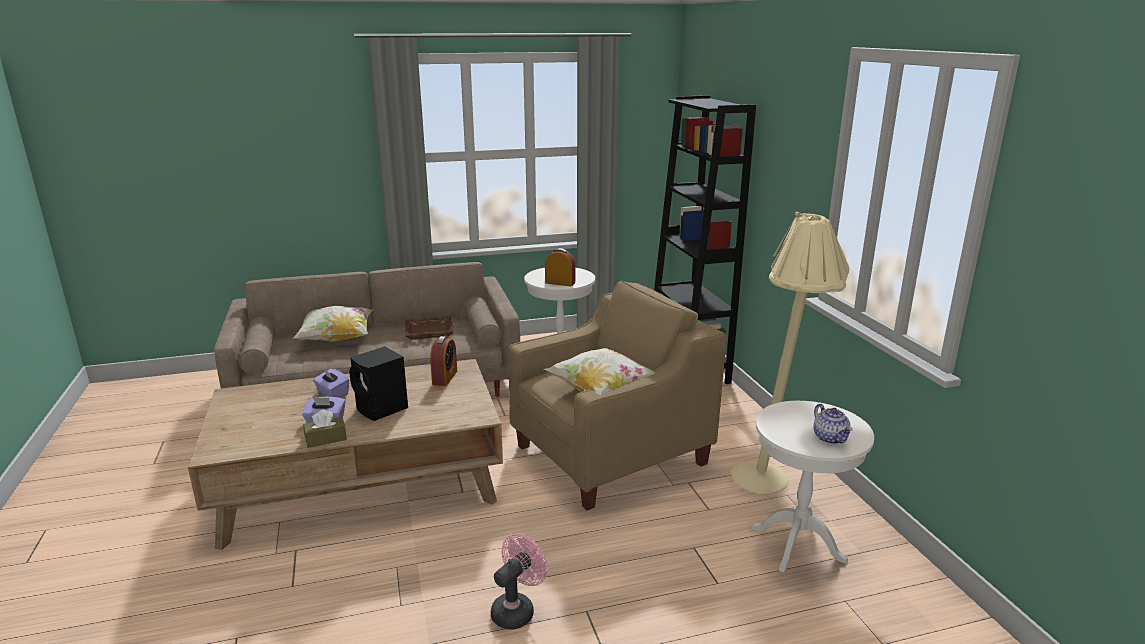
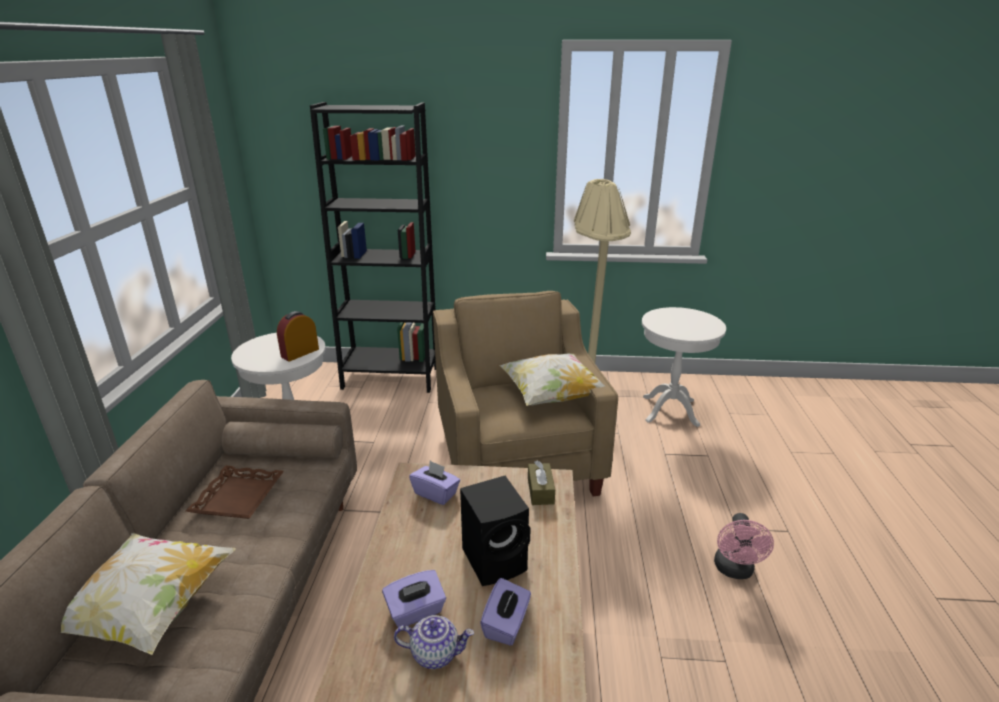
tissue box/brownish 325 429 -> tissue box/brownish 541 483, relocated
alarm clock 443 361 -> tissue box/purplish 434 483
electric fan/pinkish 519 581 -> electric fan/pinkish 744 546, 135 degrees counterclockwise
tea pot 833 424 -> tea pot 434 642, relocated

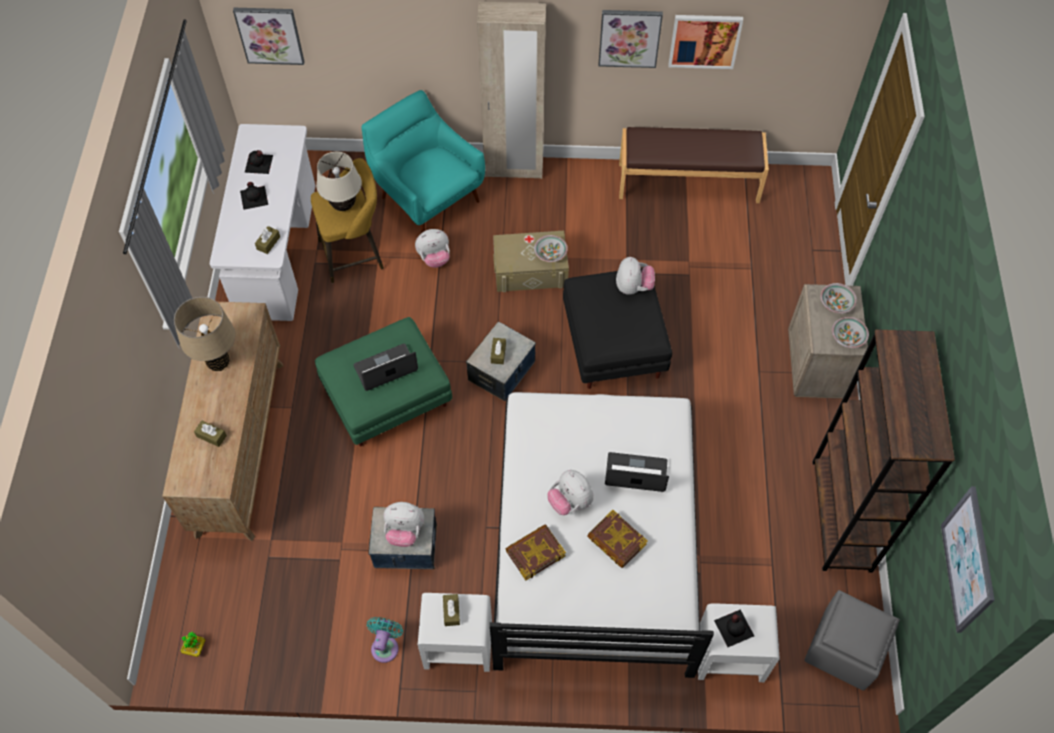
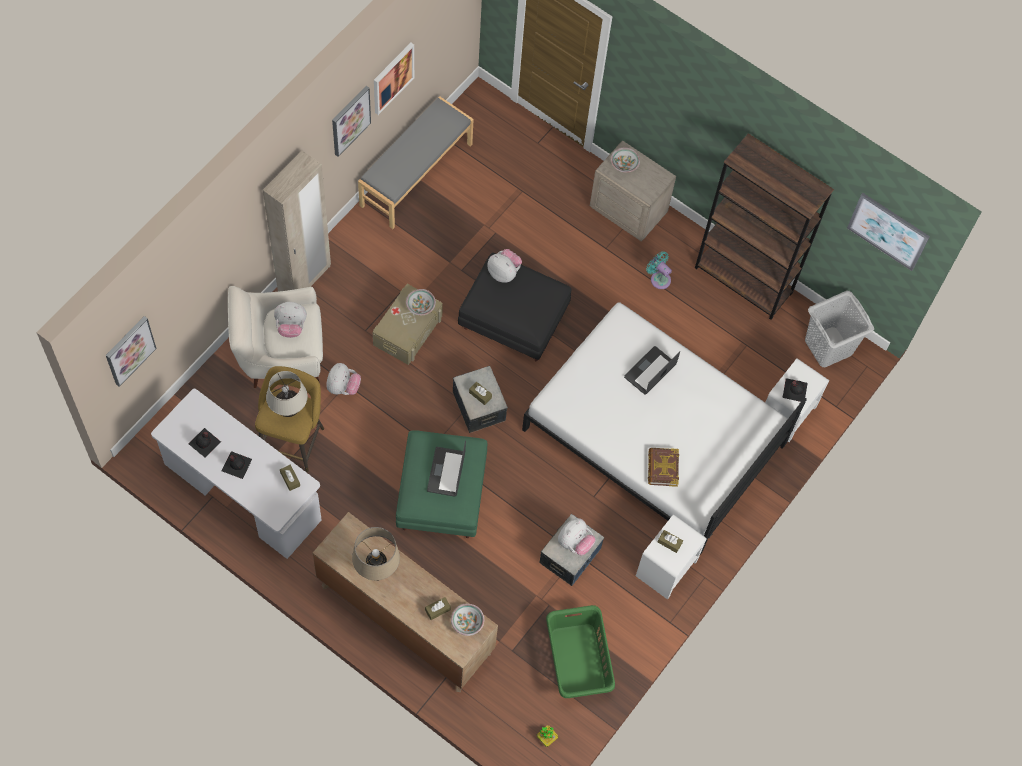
lounge chair/turquoise 423 161 -> lounge chair/white-coloured 275 337
electric fan/turquoise 385 640 -> electric fan/turquoise 659 270, relocated
plush toy 570 492 -> plush toy 290 320, relocated
bound book 617 539 -> none
indoor bench/brownish 694 165 -> indoor bench/greyish 416 162
ottoman/greyish 852 640 -> washing basket/greyish 839 329
deep dish 850 332 -> deep dish 467 620, relocated
none -> washing basket/green-coloured 580 651

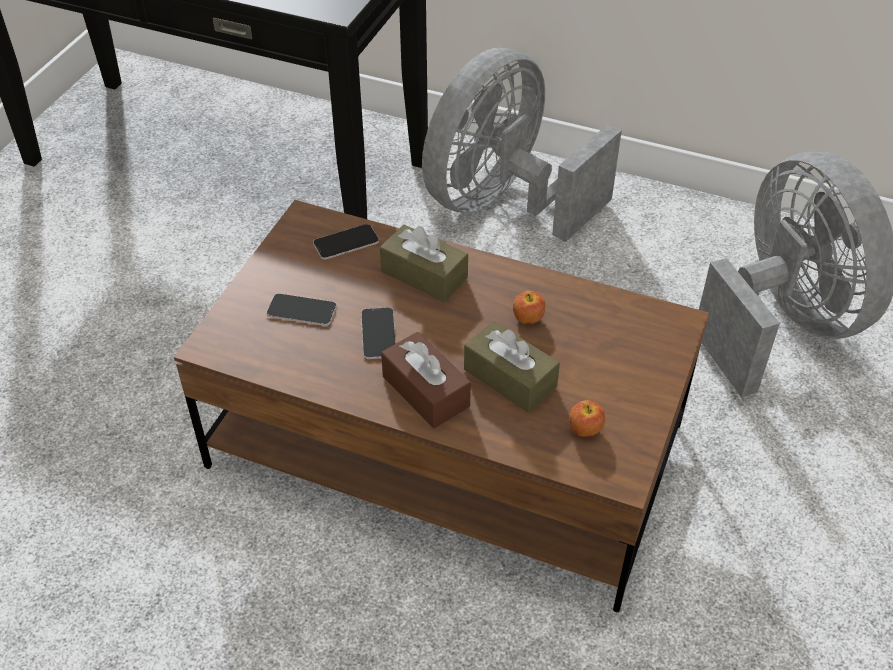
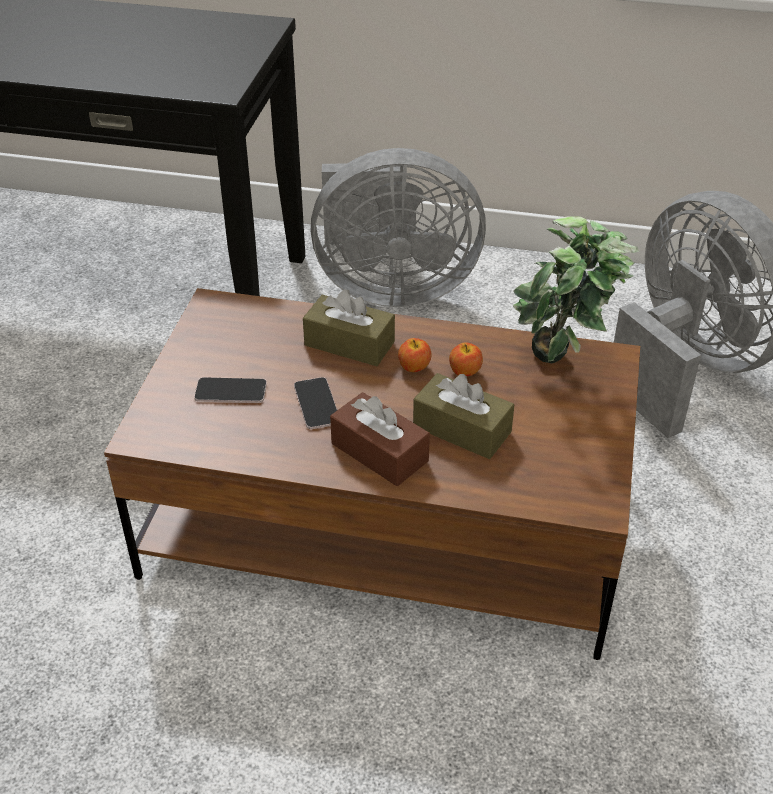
telephone 346 242 -> none
electric fan/greyish 522 145 -> electric fan/greyish 398 227, 120 degrees counterclockwise
apple 587 418 -> apple 414 355, relocated
none -> houseplant 576 289

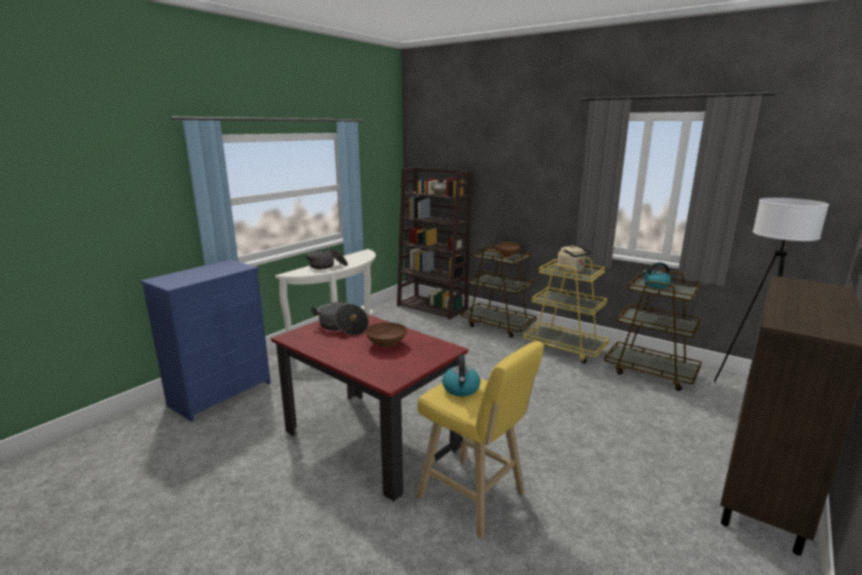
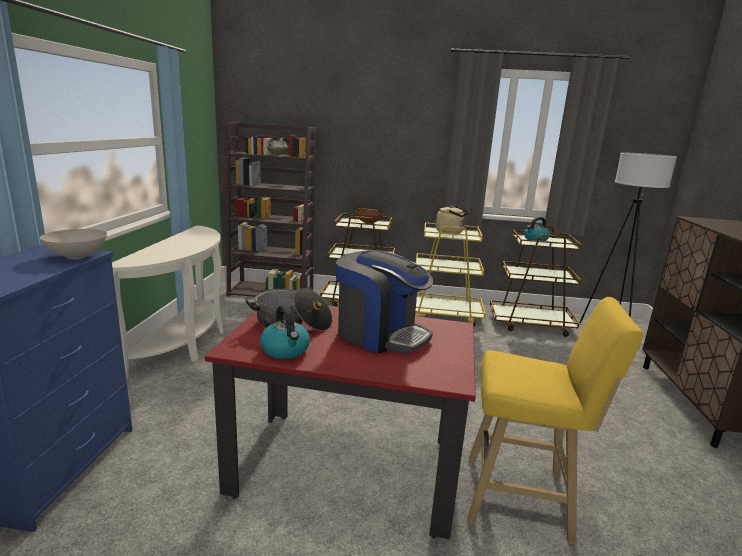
saucepot 327 258 -> none
deep dish/brownish 386 334 -> coffee brewer 384 301
kettle 461 375 -> kettle 285 332, relocated
none -> deep dish/white-coloured 73 244

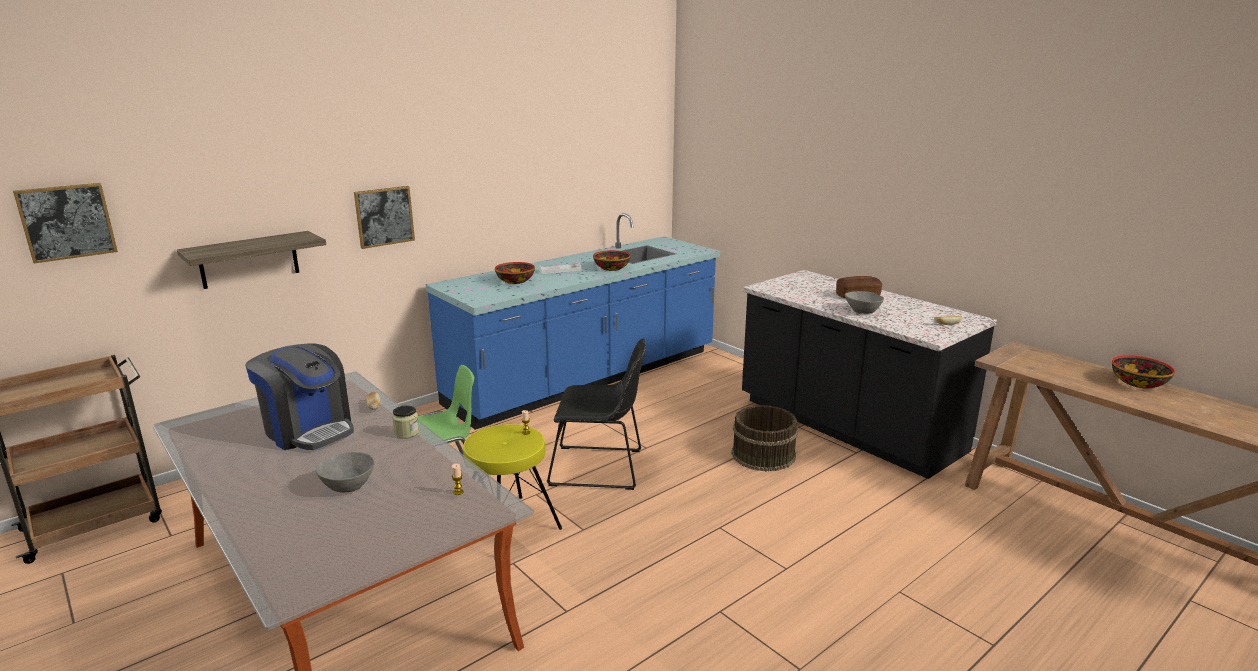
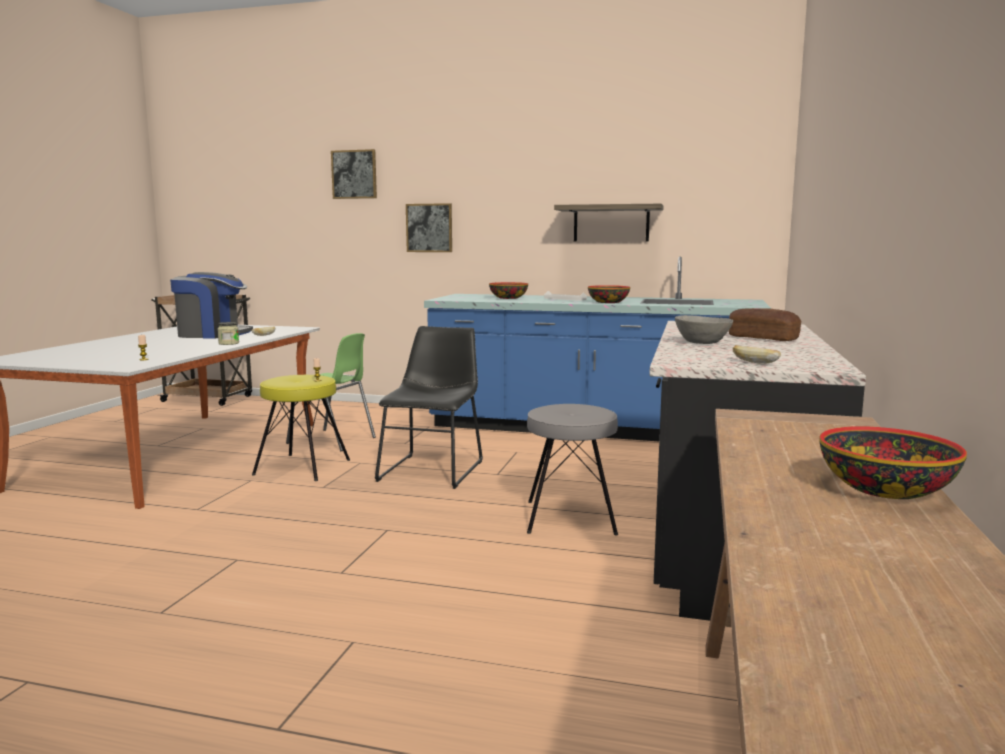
picture 65 223 -> picture 354 174, relocated
bracket shelf 251 260 -> bracket shelf 608 222, relocated
coffee brewer 299 396 -> coffee brewer 211 305, 90 degrees counterclockwise
deep dish/greyish 345 472 -> none
plain chair/blackish 596 414 -> plain chair/blackish 429 407, 135 degrees counterclockwise
pail/brownish 765 438 -> sitting stool/greyish 572 469

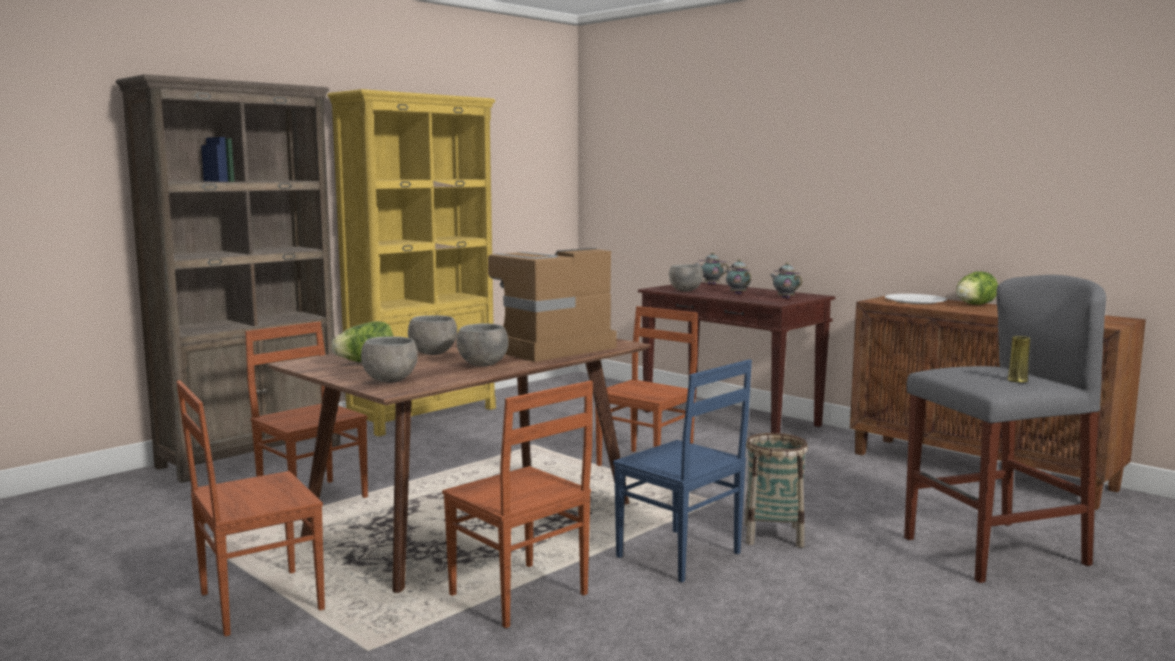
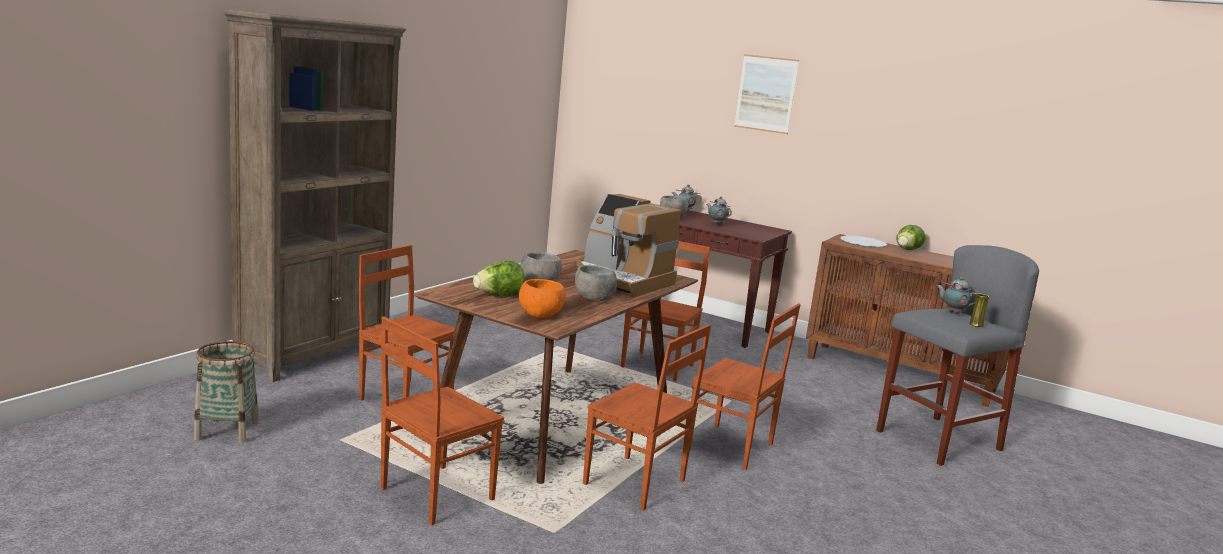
shelving unit/yellow 411 263 -> none
deep dish/greyish 389 360 -> deep dish/orangey 542 299
coffee brewer 552 305 -> coffee brewer 628 246, 90 degrees counterclockwise
plain chair/blue 682 471 -> plain chair/brownish 745 386
basket 776 490 -> basket 226 392, relocated
tea pot 786 281 -> tea pot 957 295, relocated
none -> picture 766 94

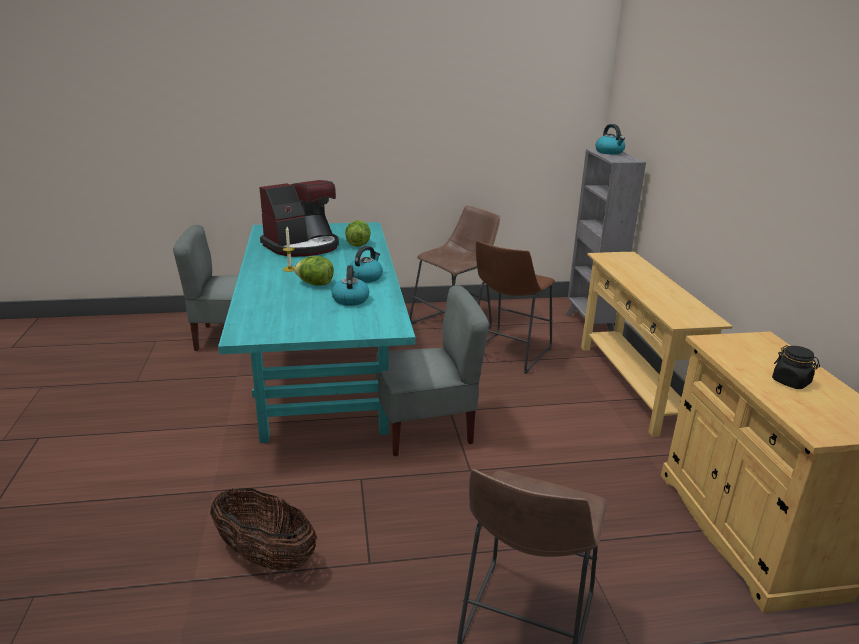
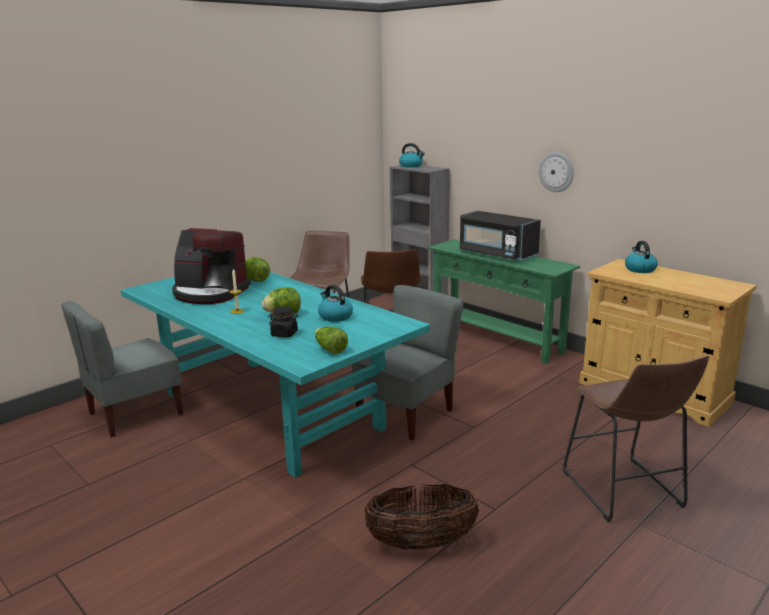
coffee brewer 299 218 -> coffee brewer 211 266, 90 degrees clockwise
kettle 366 264 -> kettle 641 257, relocated
hall table/sand-coloured 657 344 -> hall table/green-coloured 504 301
jar/blackish 796 367 -> jar/blackish 283 322, relocated
none -> lettuce head 331 340
none -> microwave oven/blackish 500 236
none -> wall clock 556 172

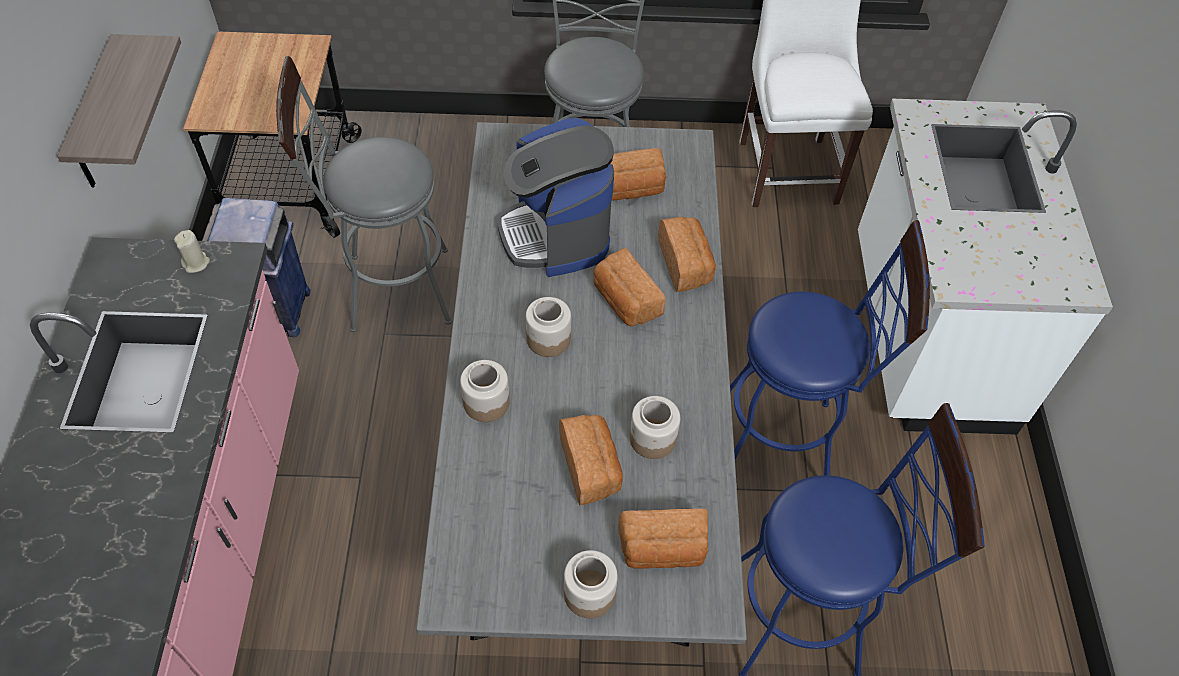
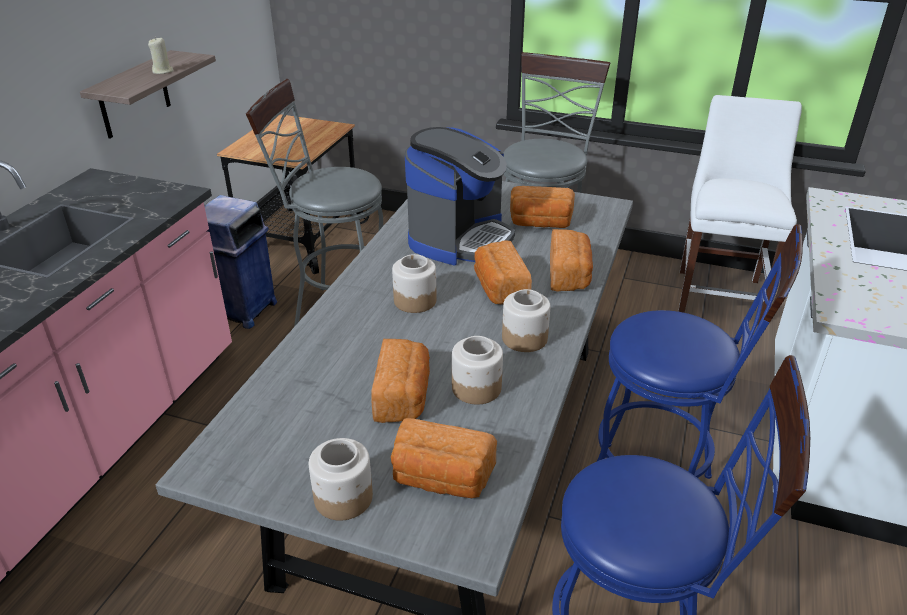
candle/sand-coloured 192 251 -> candle/sand-coloured 161 55, relocated
jar 485 391 -> jar 526 320, relocated
coffee brewer 556 197 -> coffee brewer 460 196, 150 degrees counterclockwise

